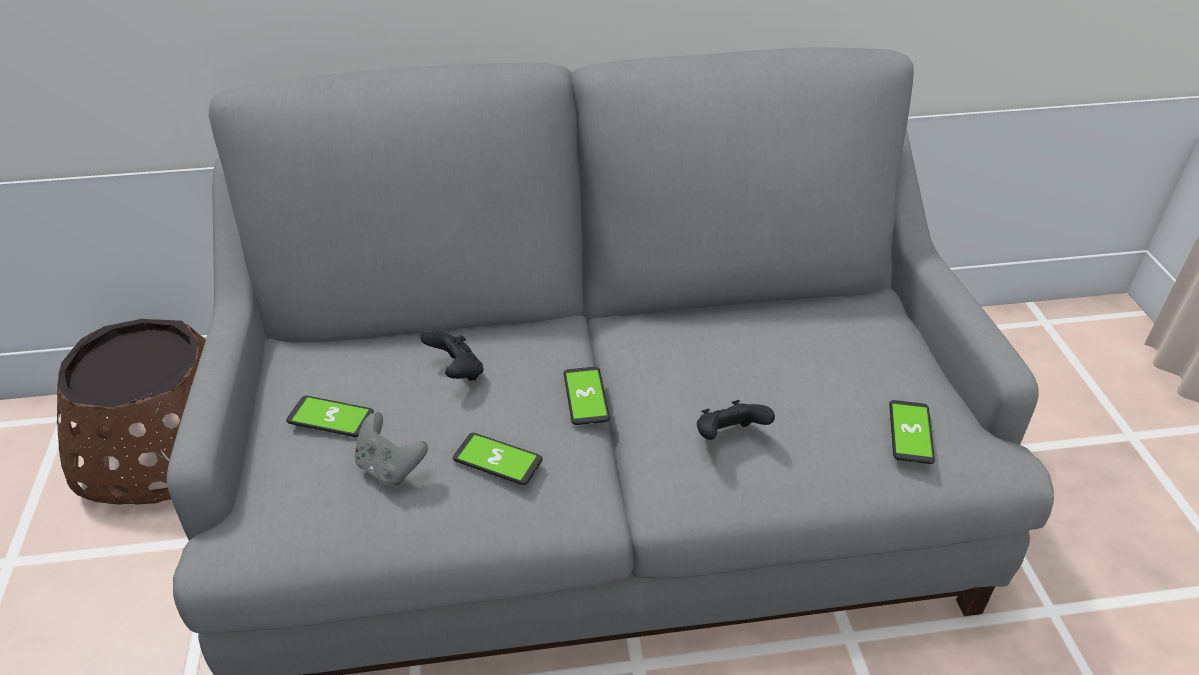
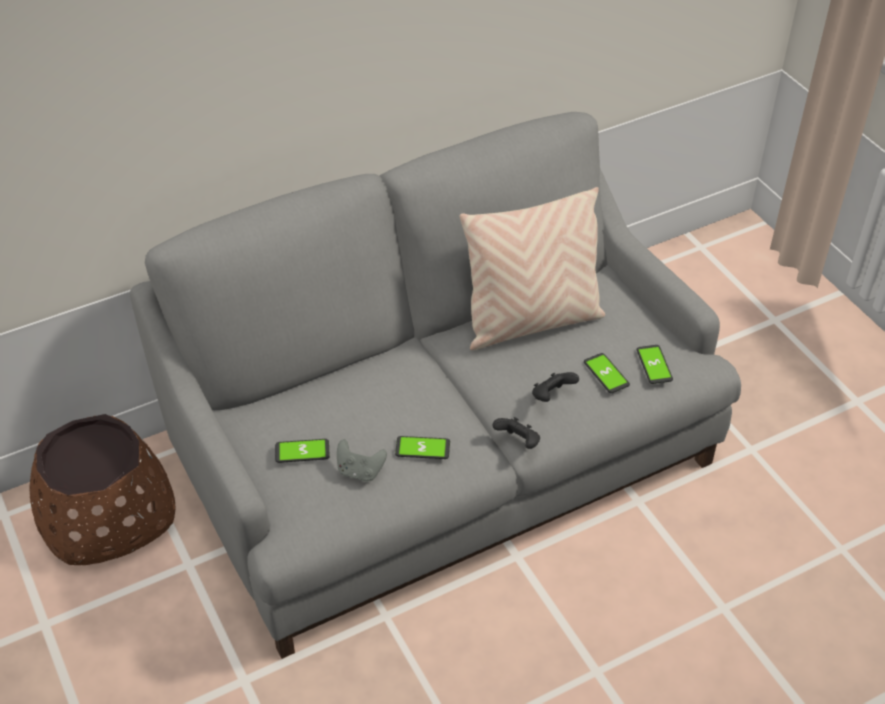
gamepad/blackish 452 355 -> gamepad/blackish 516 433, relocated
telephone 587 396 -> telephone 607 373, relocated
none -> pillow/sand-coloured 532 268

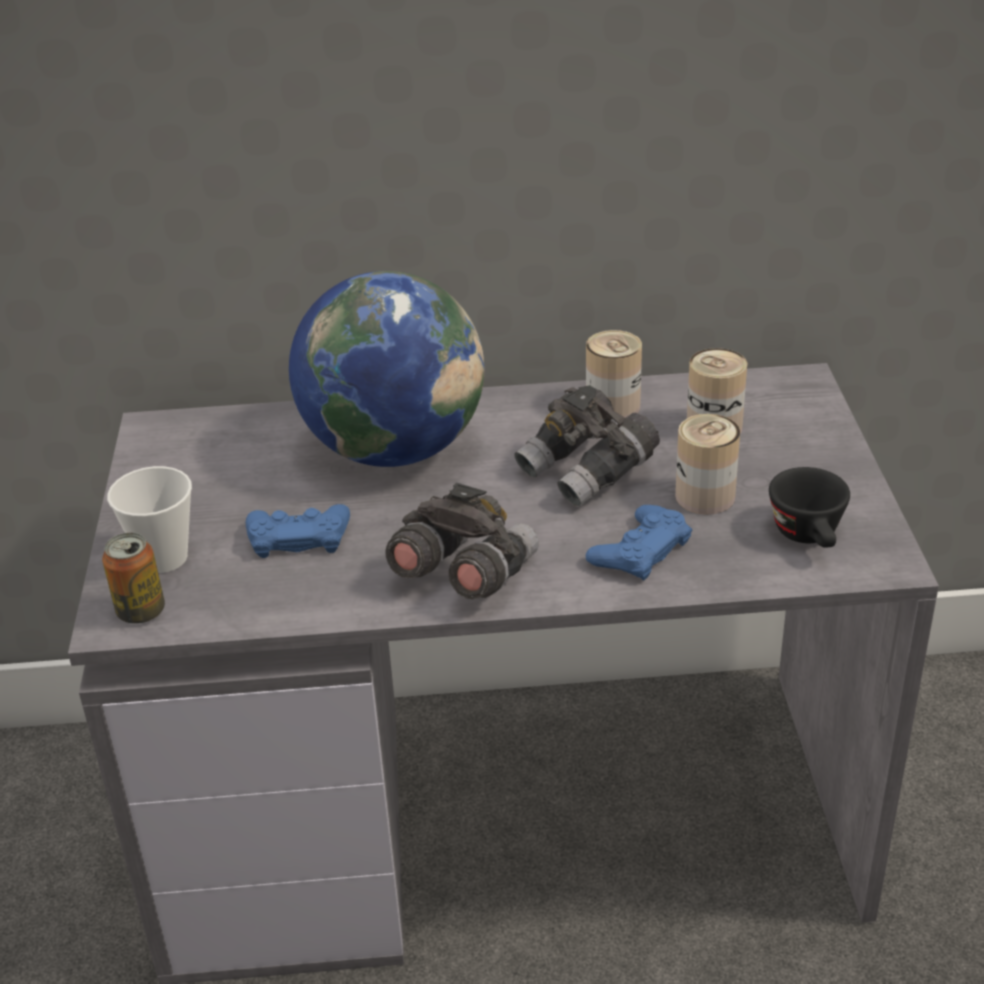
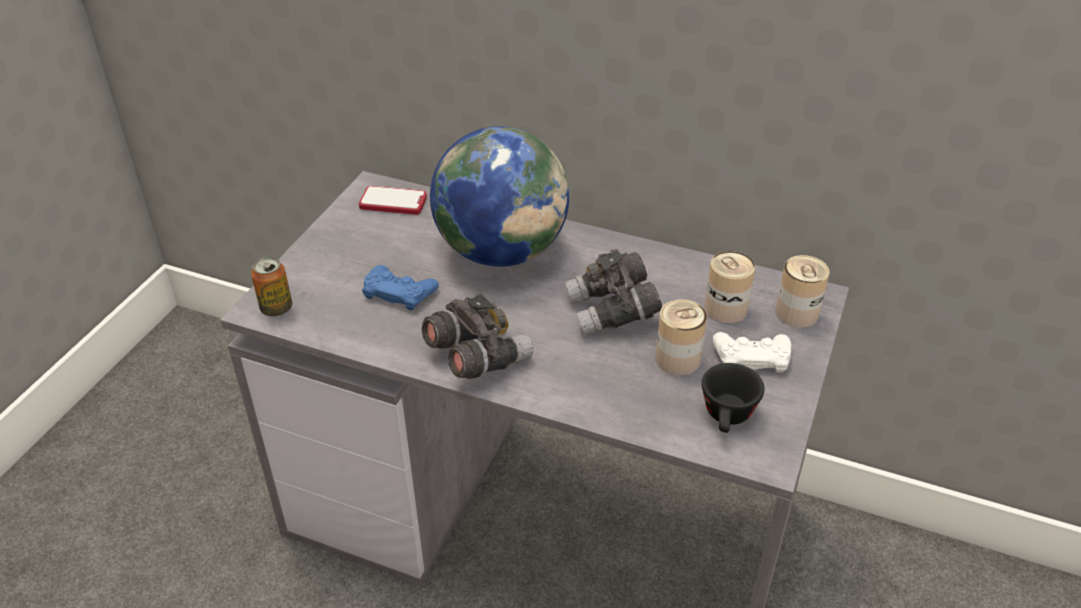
drinking cup 149 519 -> none
gamepad/blue 638 542 -> none
sealed can 614 374 -> sealed can 802 291, relocated
none -> telephone 393 200
none -> gamepad/white-coloured 752 352

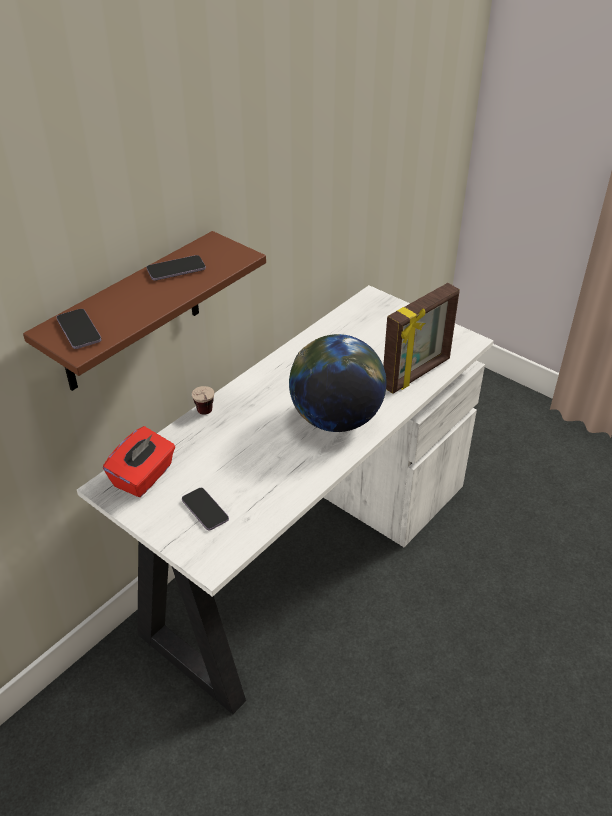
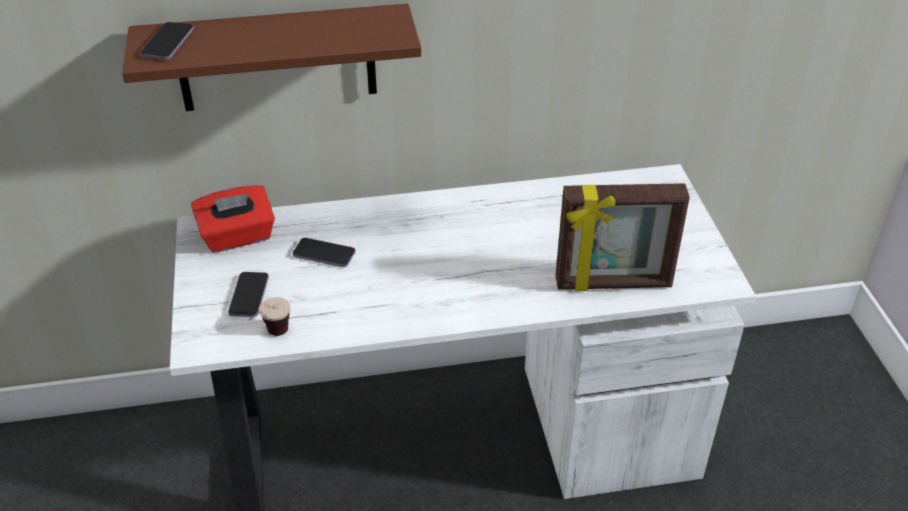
telephone 176 268 -> telephone 324 252, relocated
drinking cup 203 400 -> drinking cup 269 316, relocated
globe 338 383 -> none

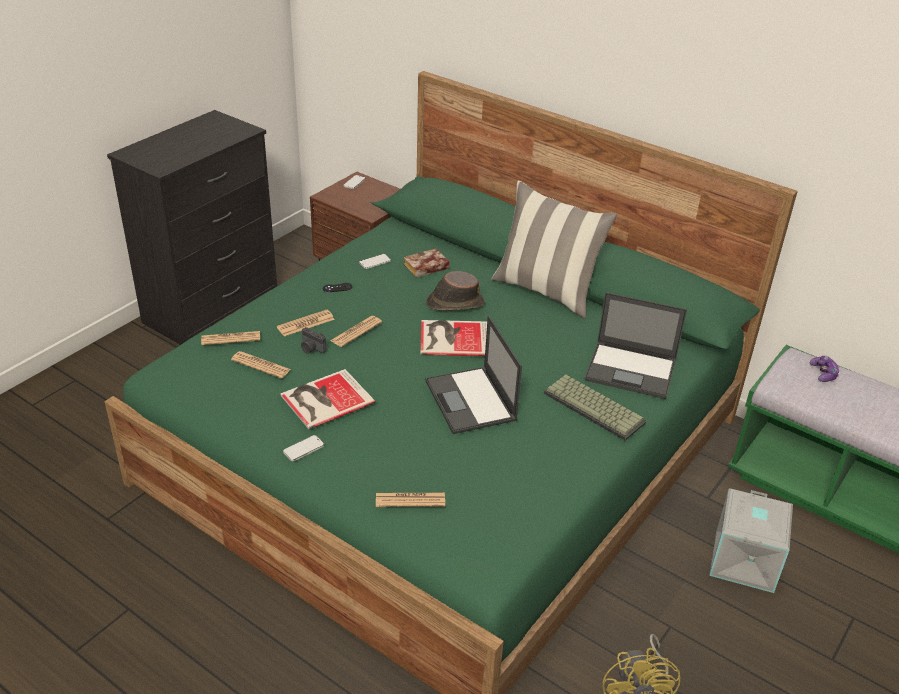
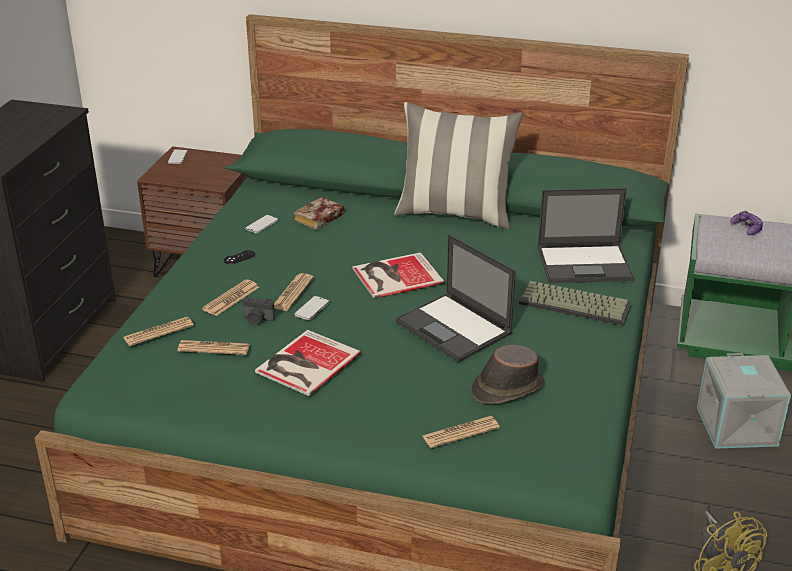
telephone 303 448 -> telephone 311 308, relocated
clothing hat/brownish 455 291 -> clothing hat/brownish 508 374, relocated

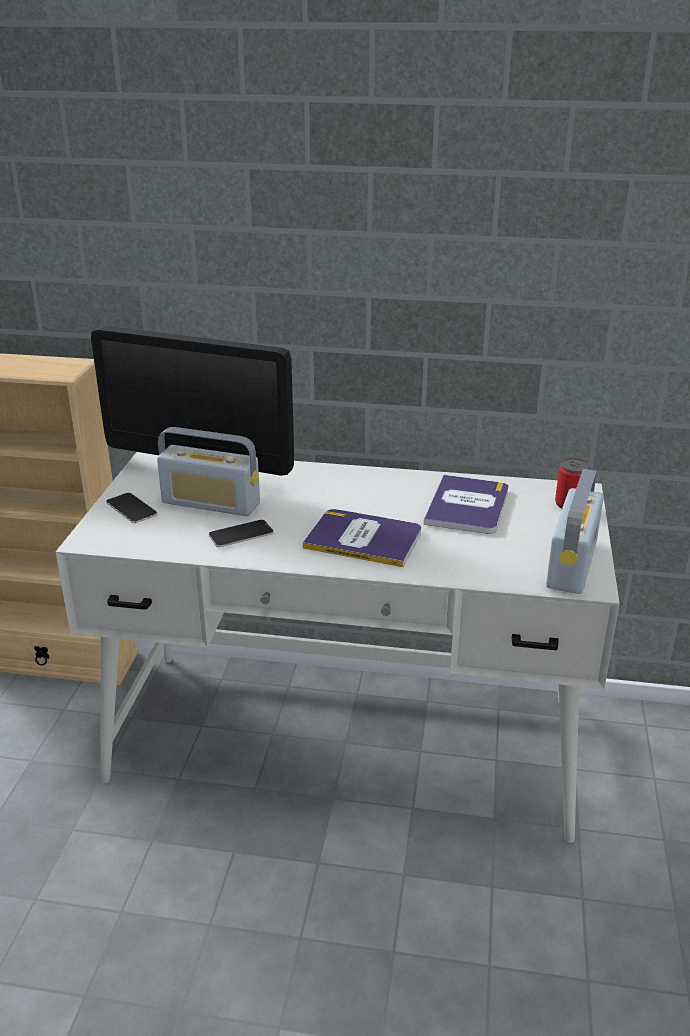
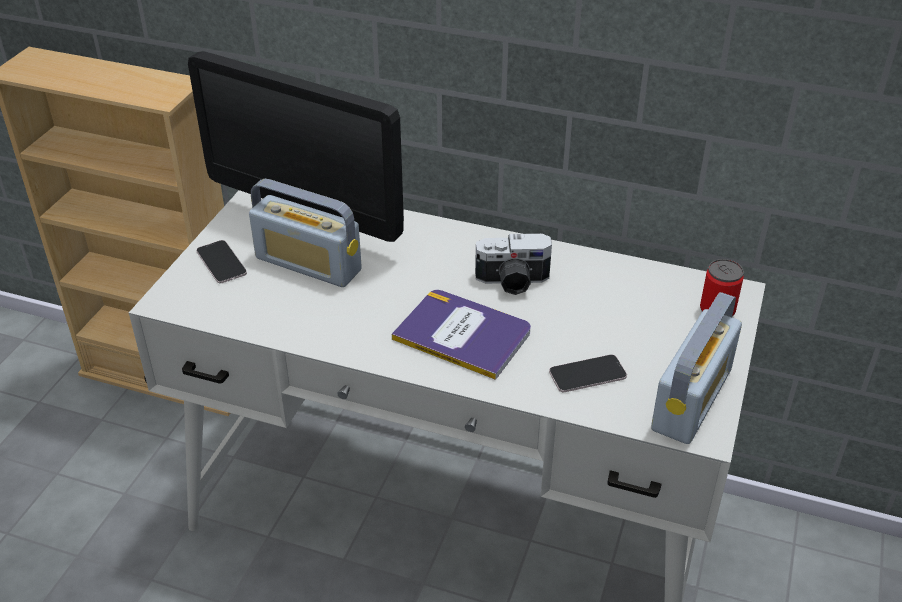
telephone 241 533 -> telephone 588 373, relocated
bound book 466 504 -> none
none -> photo camera 513 264

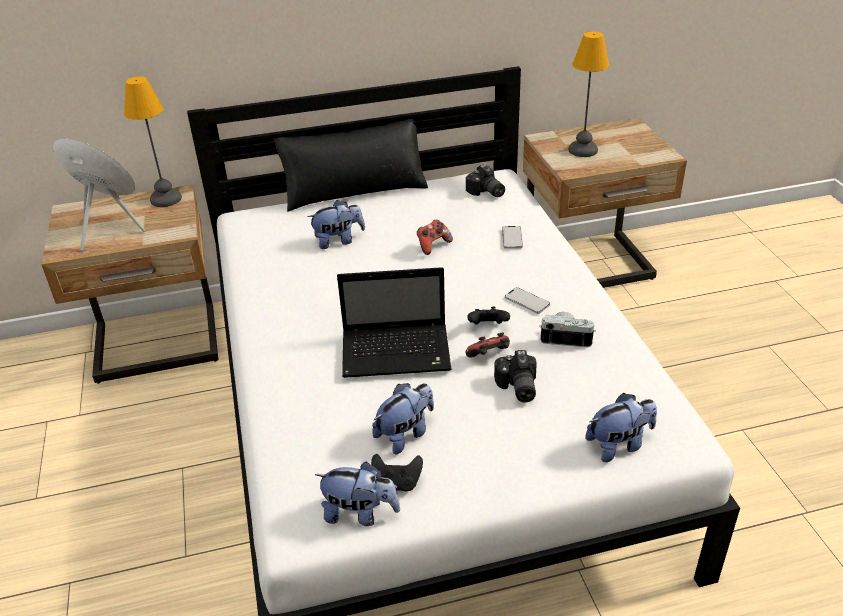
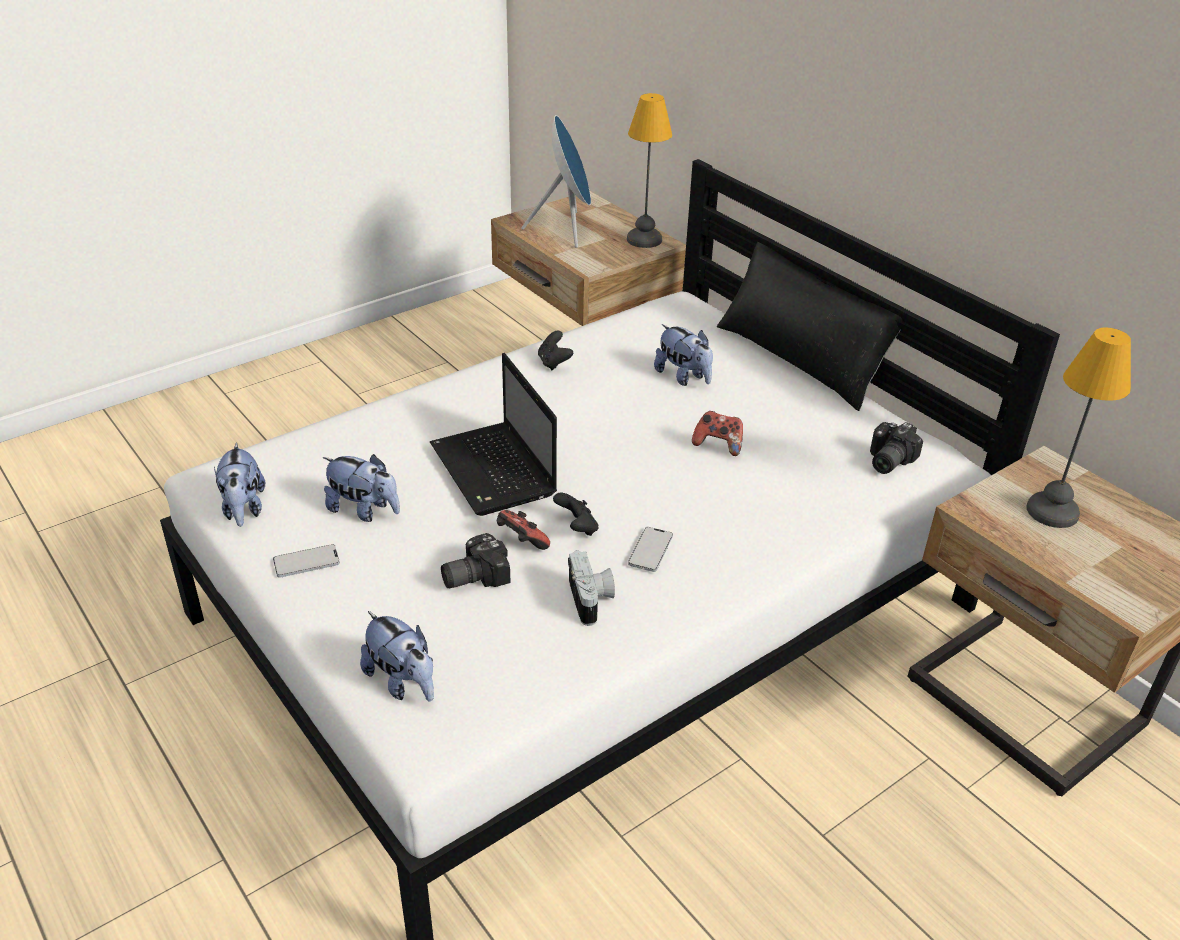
gamepad/blackish 397 473 -> gamepad/blackish 555 350, relocated
telephone 512 237 -> telephone 306 561, relocated

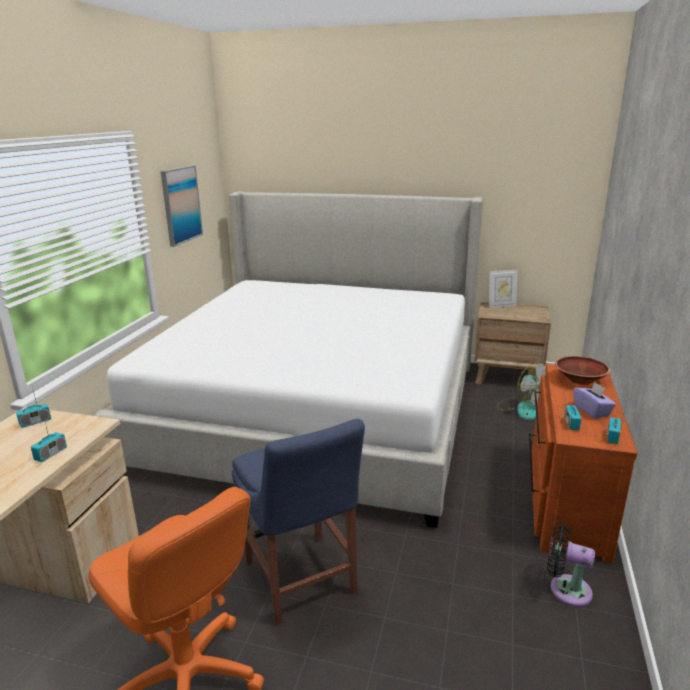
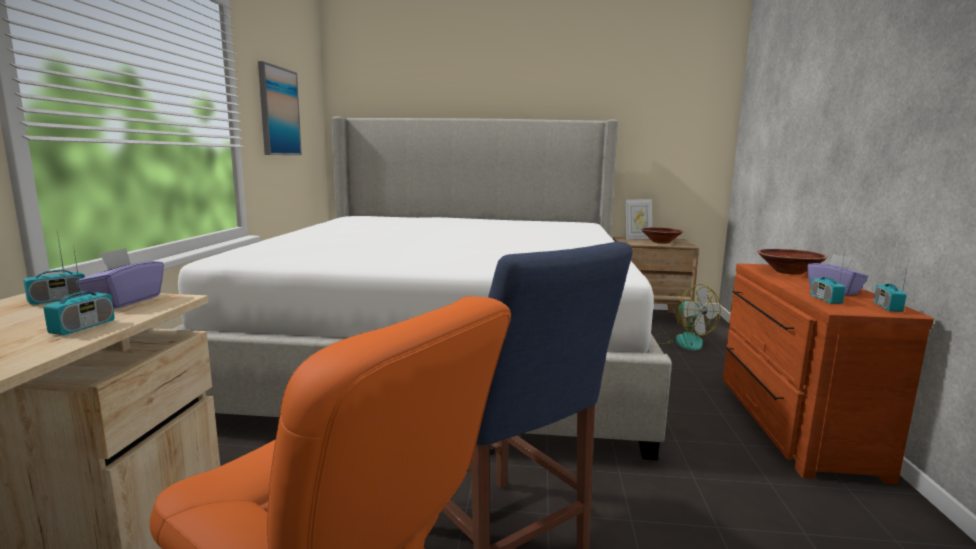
electric fan/blackish 571 564 -> none
none -> tissue box/purplish 120 278
none -> deep dish/brownish 662 235

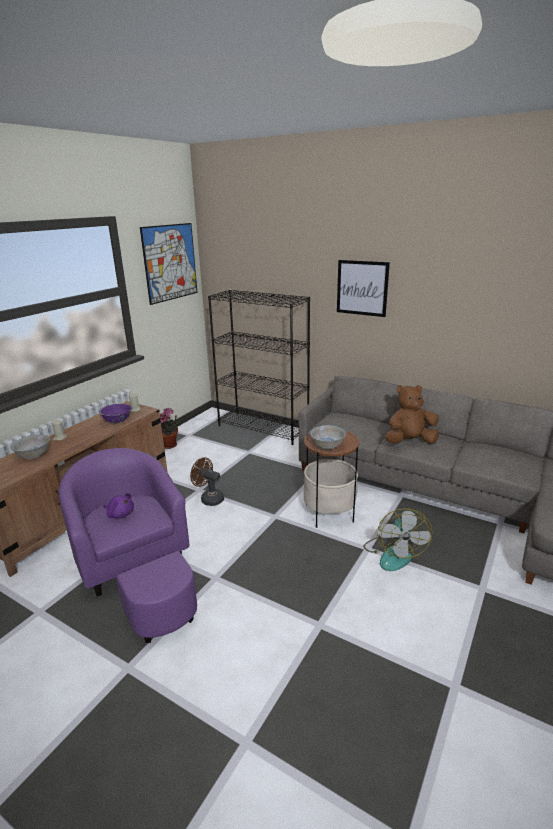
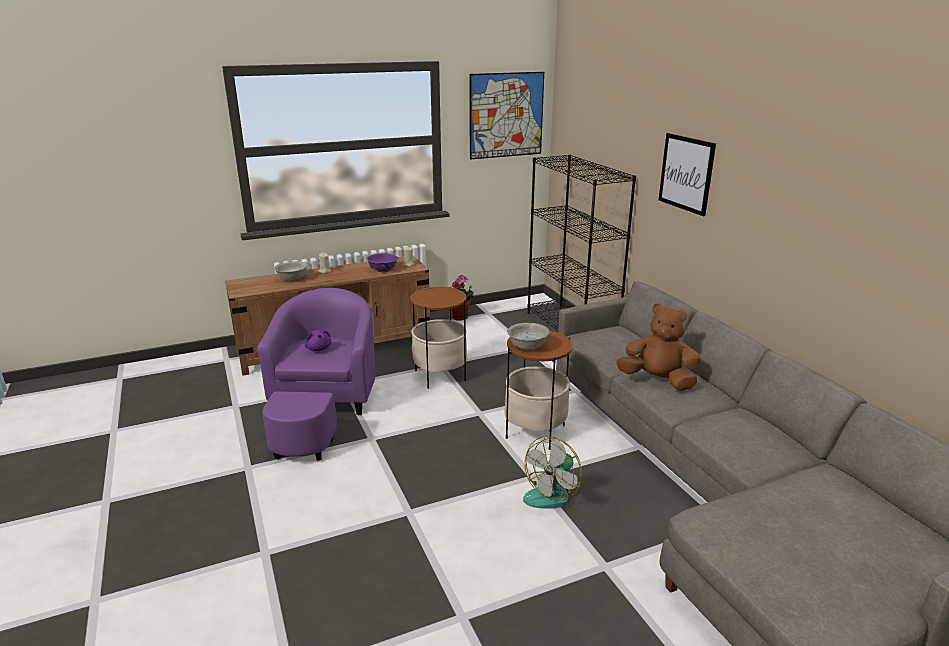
electric fan/brownish 207 481 -> end table 438 338

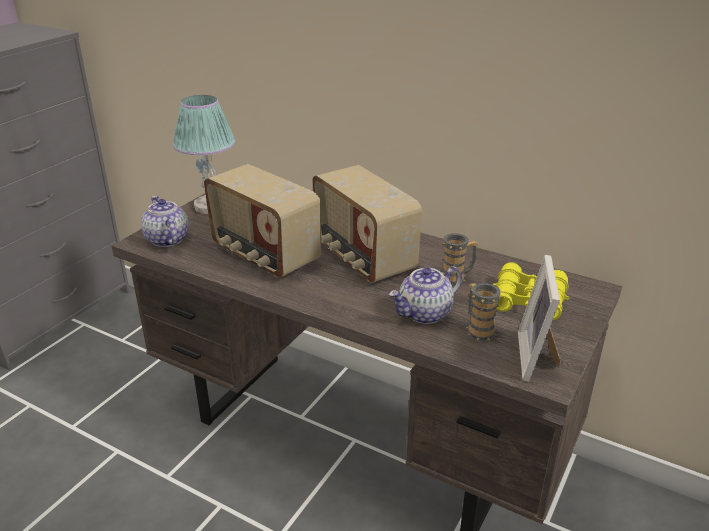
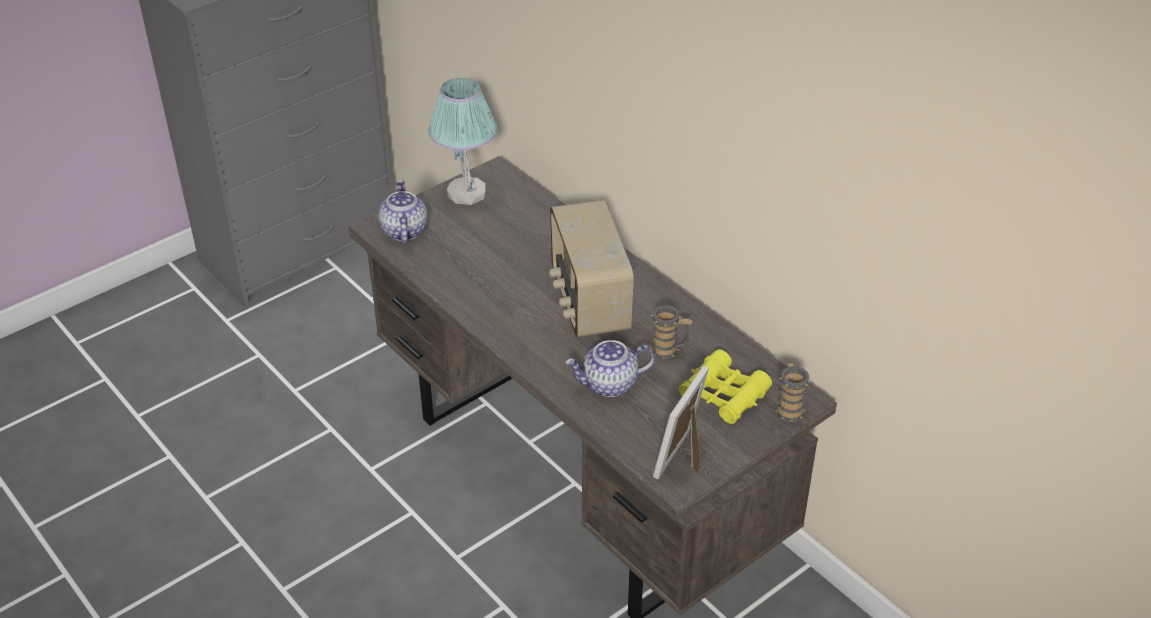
radio set 262 221 -> none
tea mug 484 312 -> tea mug 793 392, relocated

